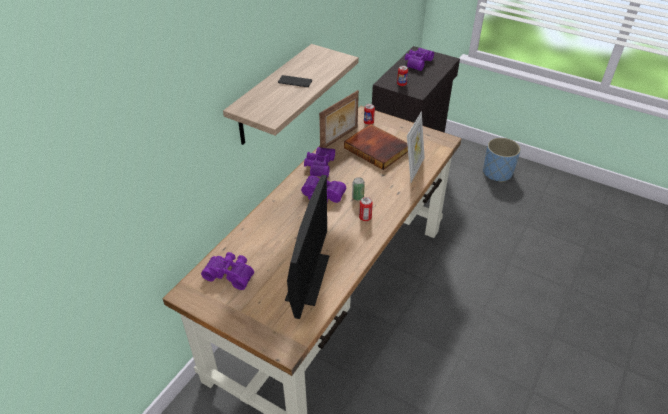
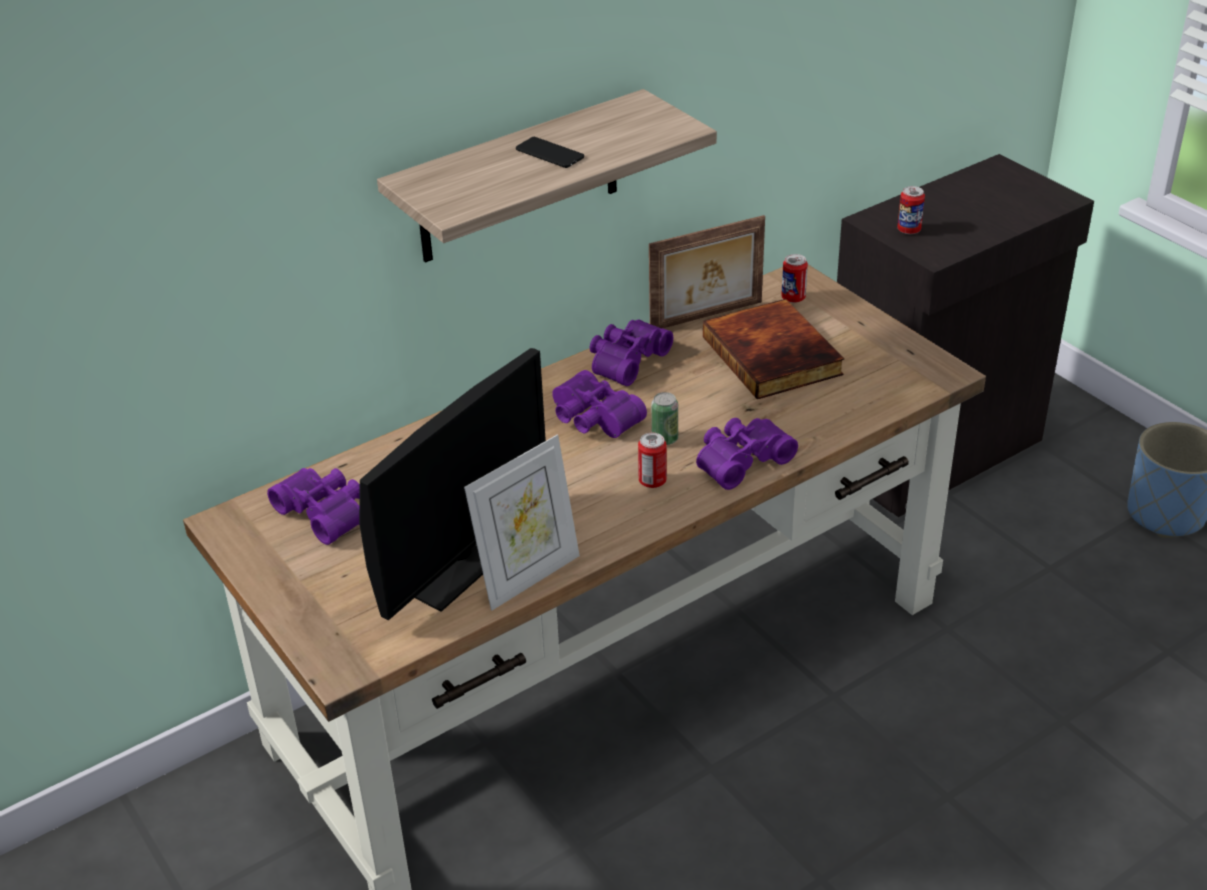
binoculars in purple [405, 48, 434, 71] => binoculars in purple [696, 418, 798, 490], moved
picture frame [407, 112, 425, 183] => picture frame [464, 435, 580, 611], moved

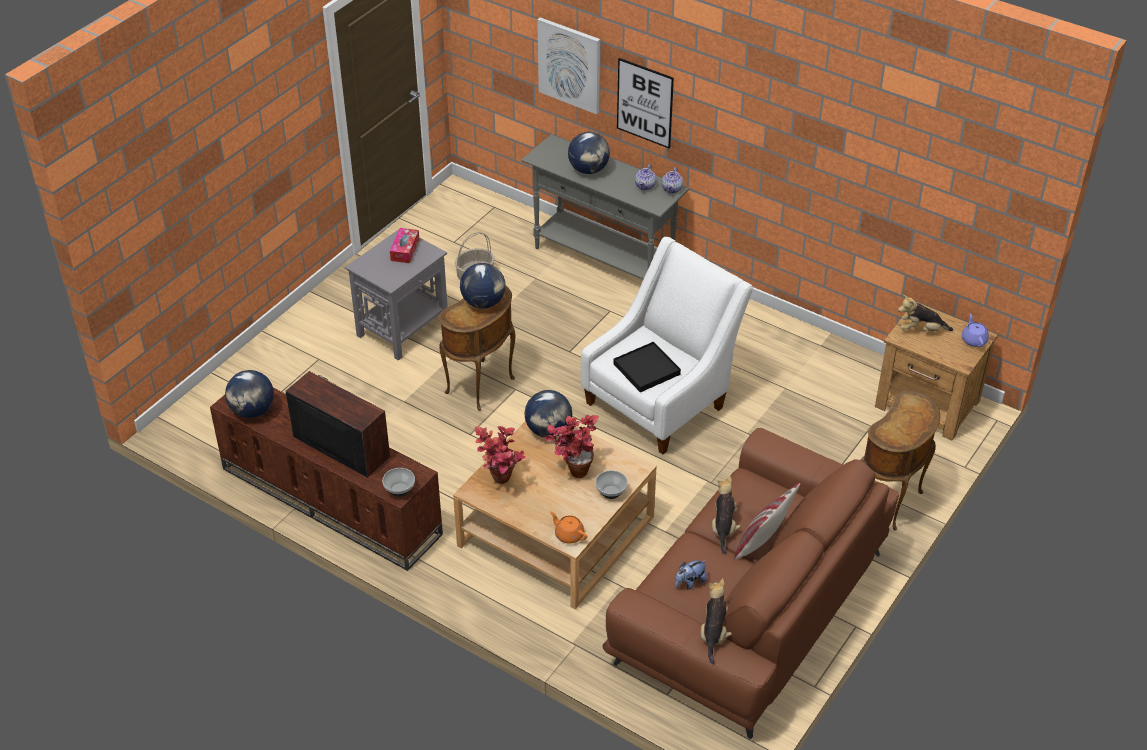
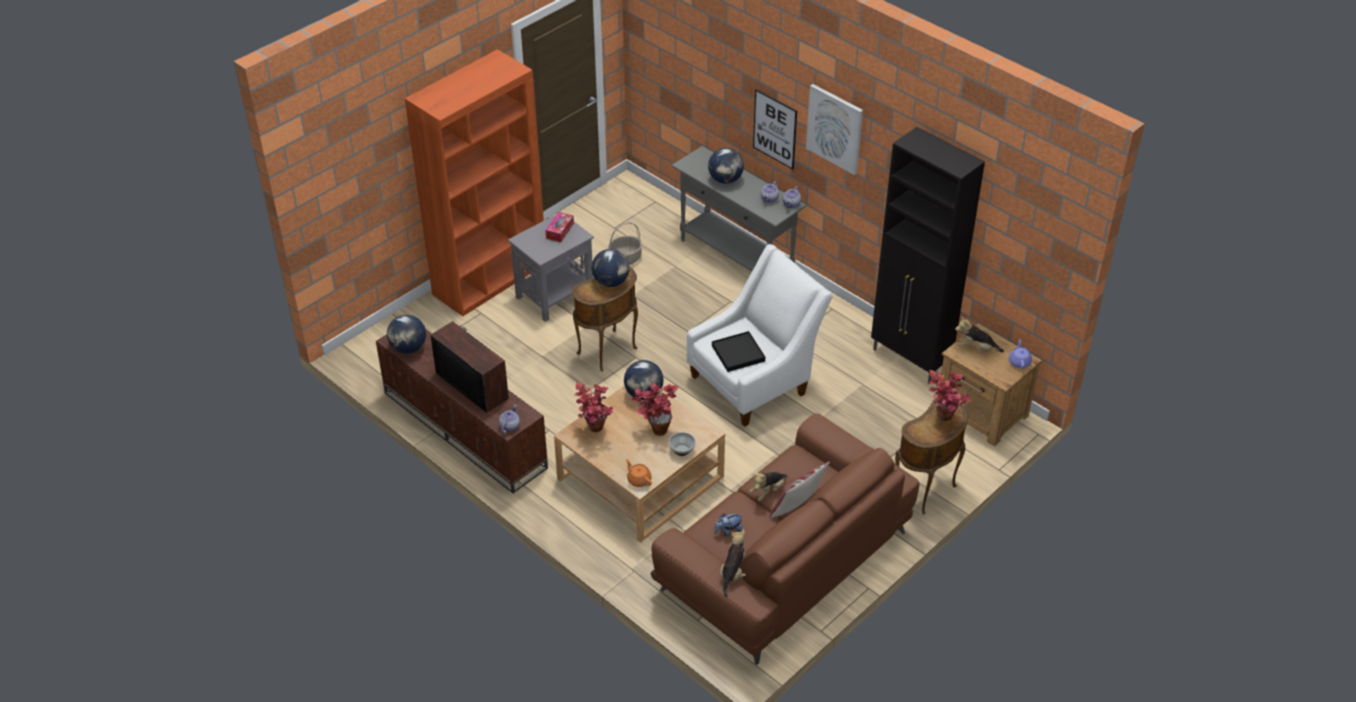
bowl [382, 468, 415, 497] => teapot [499, 405, 520, 434]
picture [537, 17, 600, 114] => picture [806, 84, 863, 175], moved
plush toy [712, 476, 741, 555] => plush toy [749, 471, 787, 501], 150 degrees counterclockwise
nothing => bookcase in orange [405, 49, 544, 316]
nothing => cabinet in black [871, 127, 985, 384]
nothing => potted plant [929, 370, 971, 421]

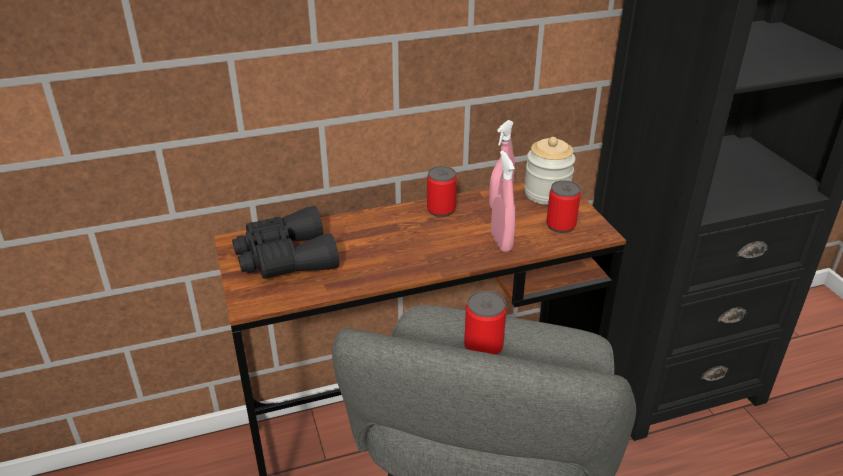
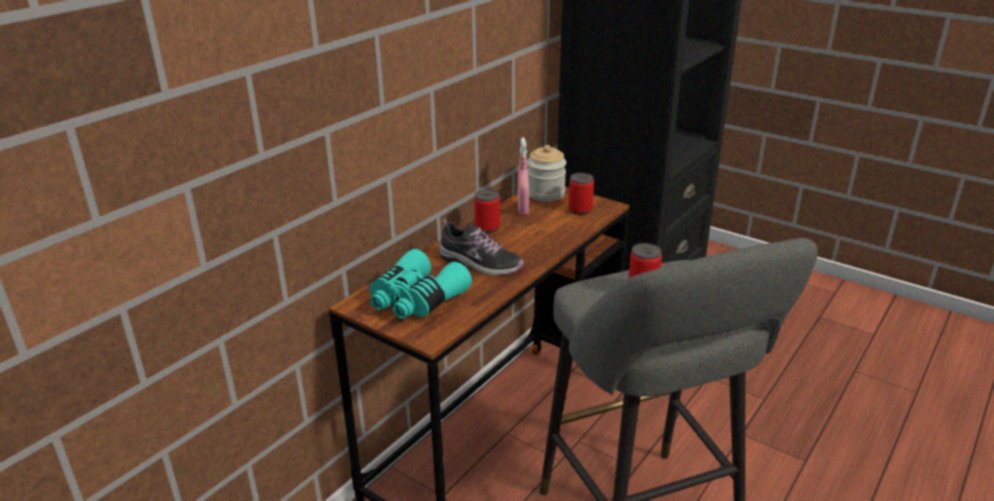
binoculars in black [232, 206, 339, 279] => binoculars in turquoise [369, 249, 472, 319]
spray bottle in pink [491, 150, 516, 252] => nothing
nothing => shoe [438, 219, 524, 276]

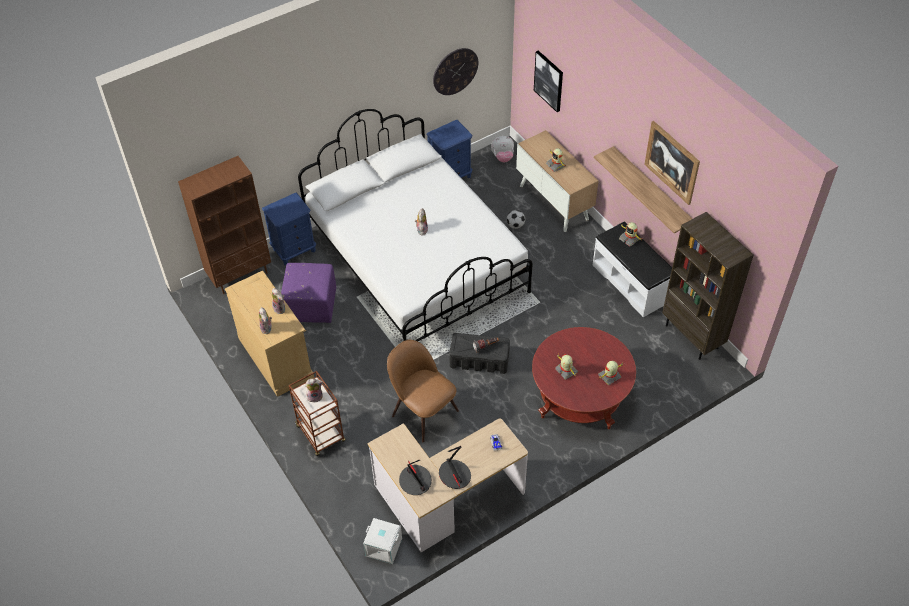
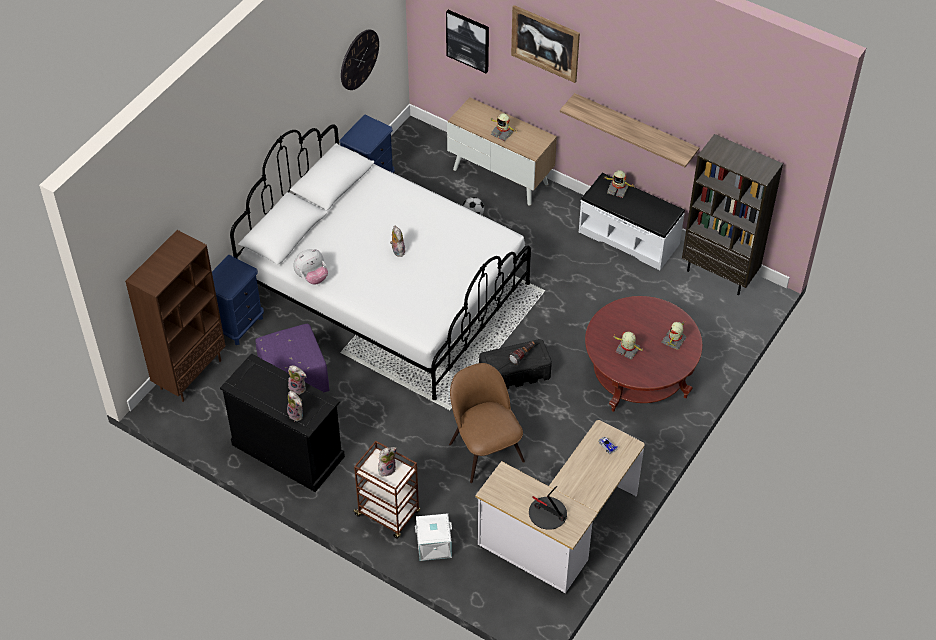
dresser in beige [225, 271, 314, 397] => dresser in black [220, 353, 345, 492]
storage box in white [363, 518, 402, 564] => storage box in white [415, 513, 452, 561], moved
chair in brown [387, 340, 459, 442] => chair in brown [449, 363, 525, 483], 45 degrees clockwise
table lamp [439, 446, 471, 489] => nothing
plush toy [491, 136, 514, 162] => plush toy [293, 249, 328, 284], moved
picture [644, 121, 700, 205] => picture [511, 5, 580, 83], moved

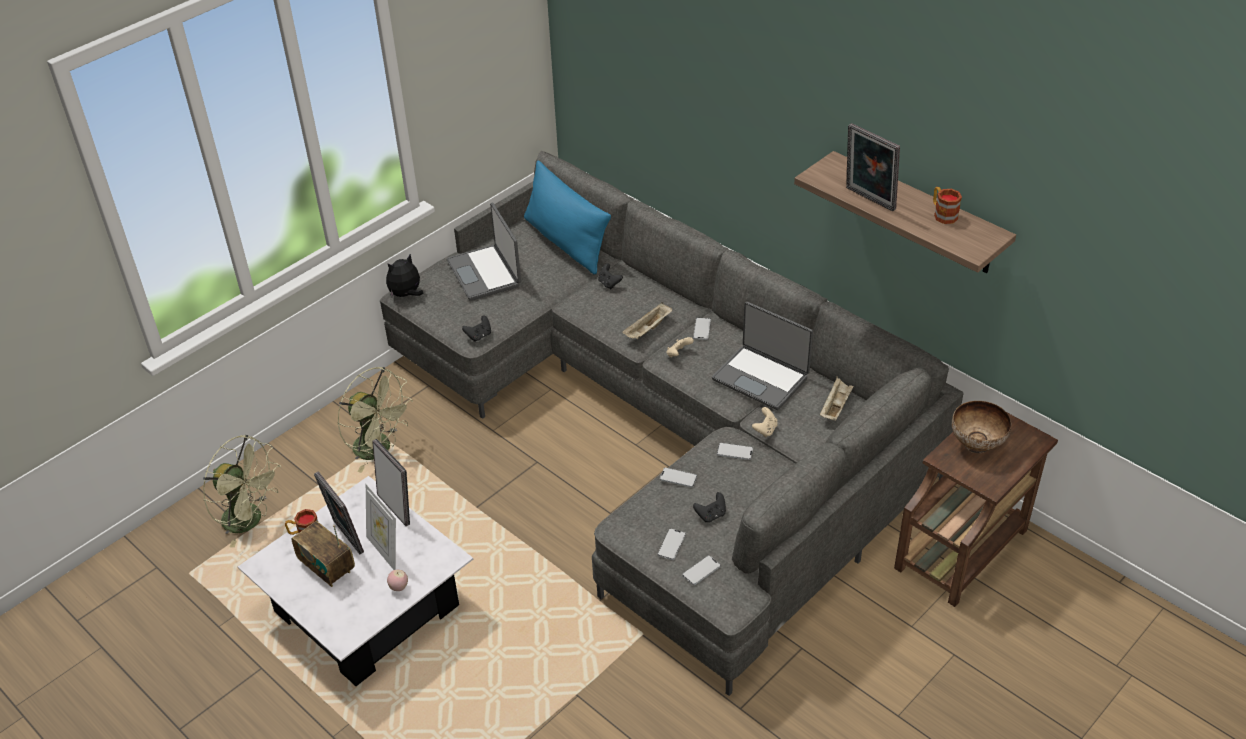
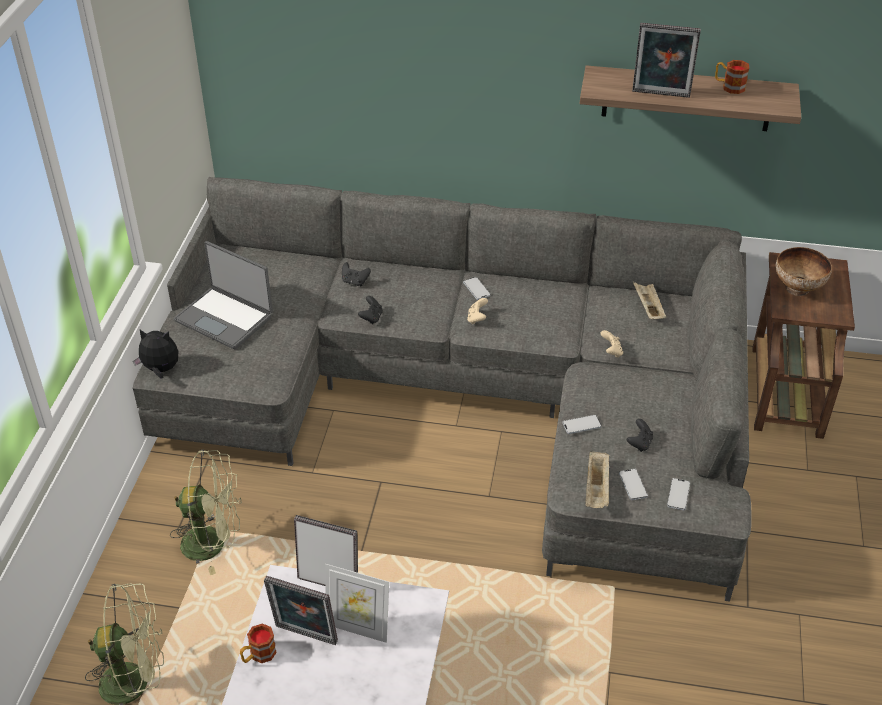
radio [291, 521, 355, 587] => nothing
plush toy [386, 254, 423, 297] => plush toy [133, 330, 178, 379], 75 degrees clockwise
apple [387, 570, 408, 591] => nothing
game controller in black [462, 315, 491, 342] => game controller in black [358, 296, 383, 324], moved
pillow in blue [524, 161, 611, 274] => nothing
tray in beige [622, 302, 672, 339] => tray in beige [585, 450, 609, 508], moved
laptop [712, 302, 813, 410] => nothing
phone [717, 443, 753, 460] => nothing

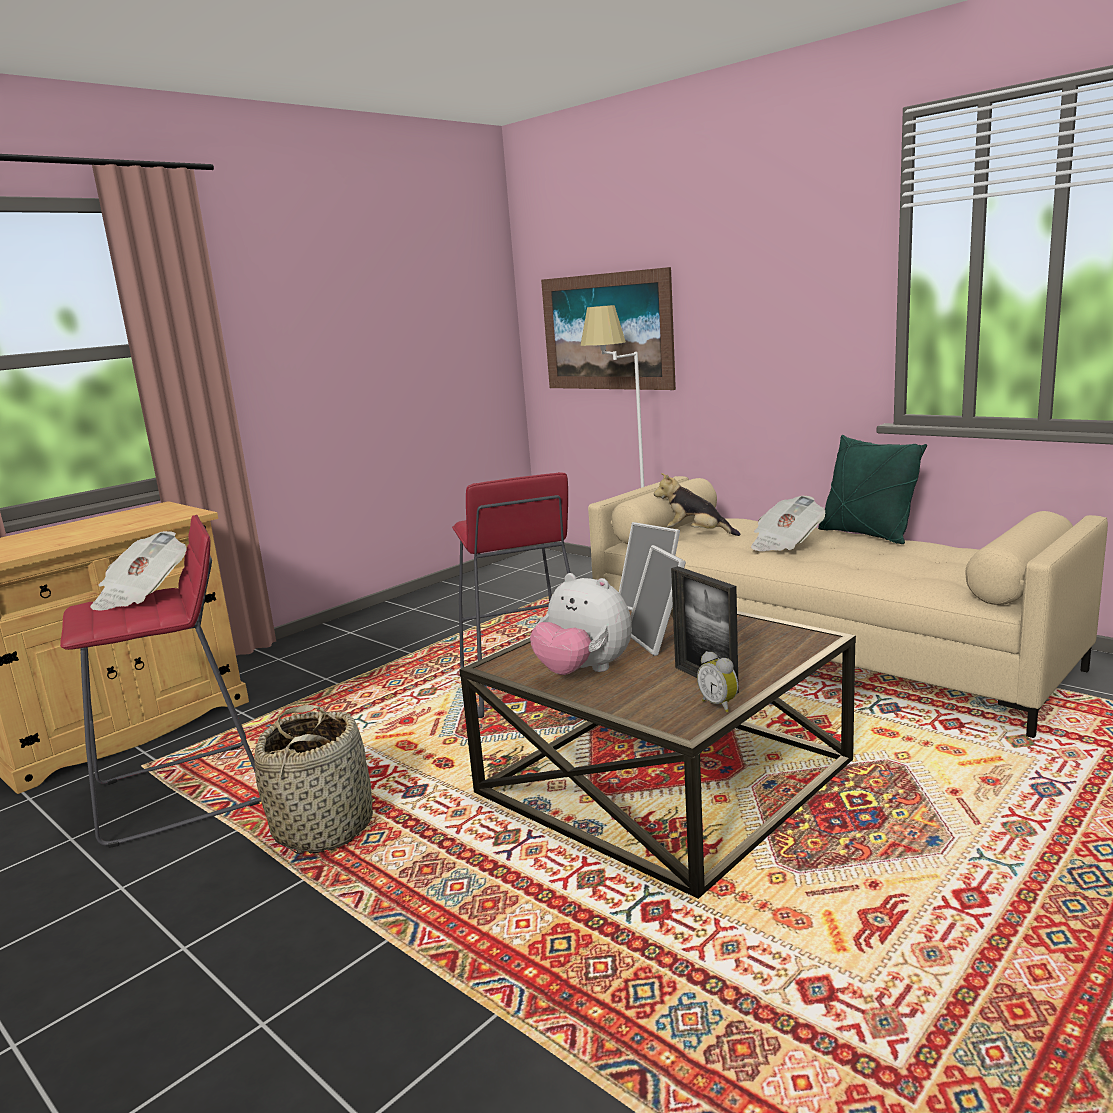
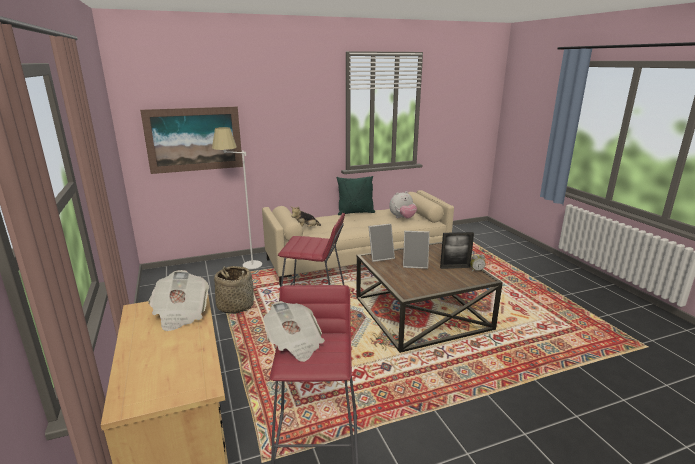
basket [254, 705, 373, 854] => basket [214, 266, 254, 314], moved
plush toy [530, 573, 632, 675] => plush toy [389, 191, 417, 218], moved
newspaper [751, 495, 825, 551] => newspaper [148, 270, 209, 331], moved

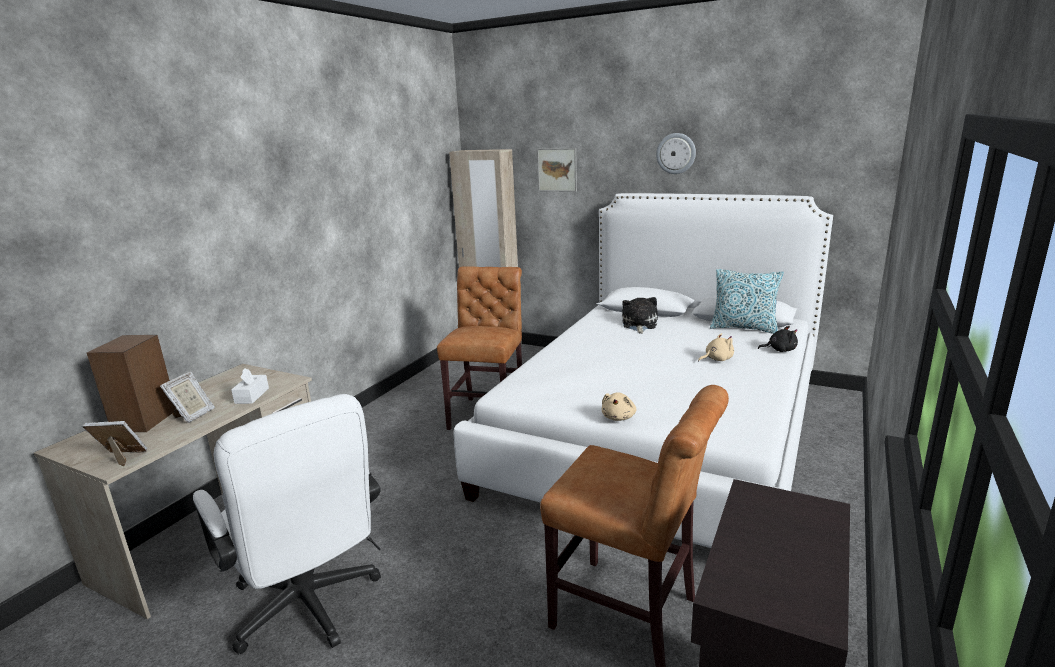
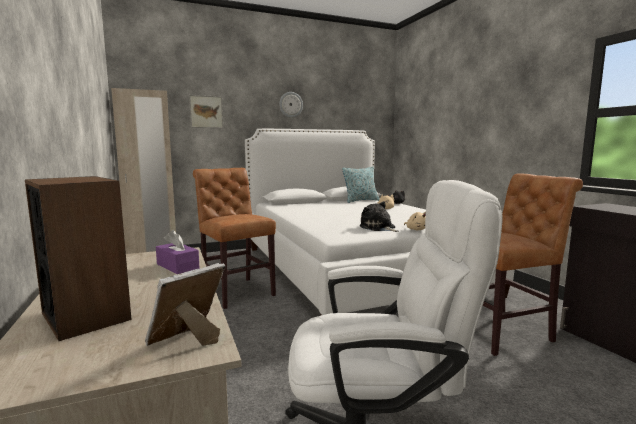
picture frame [160, 372, 215, 423] => nothing
tissue box in white [231, 368, 269, 404] => tissue box in purple [156, 230, 199, 274]
plush toy [622, 297, 658, 334] => plush toy [360, 201, 399, 232], moved

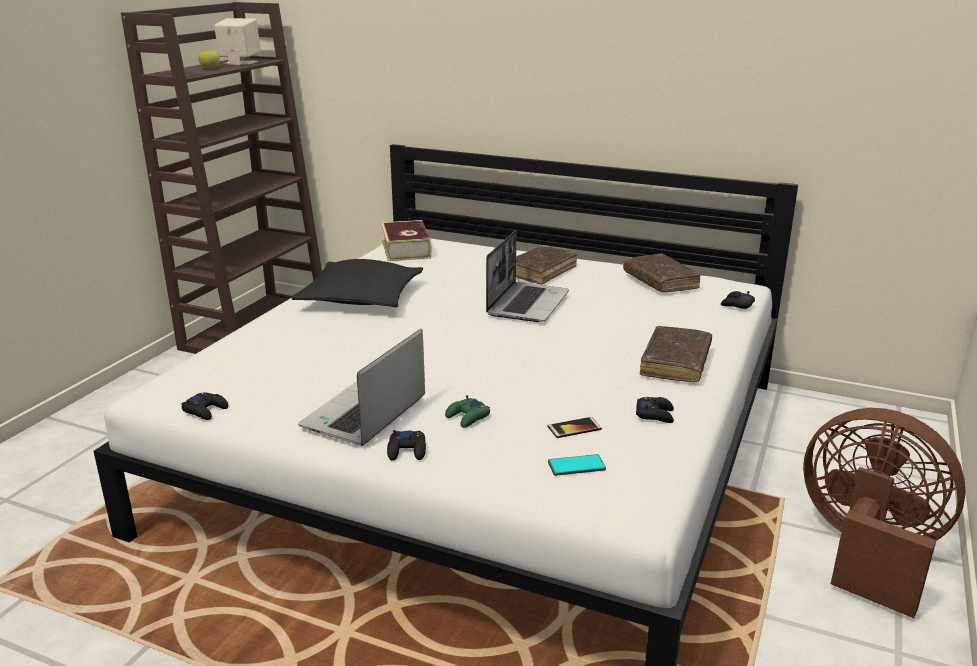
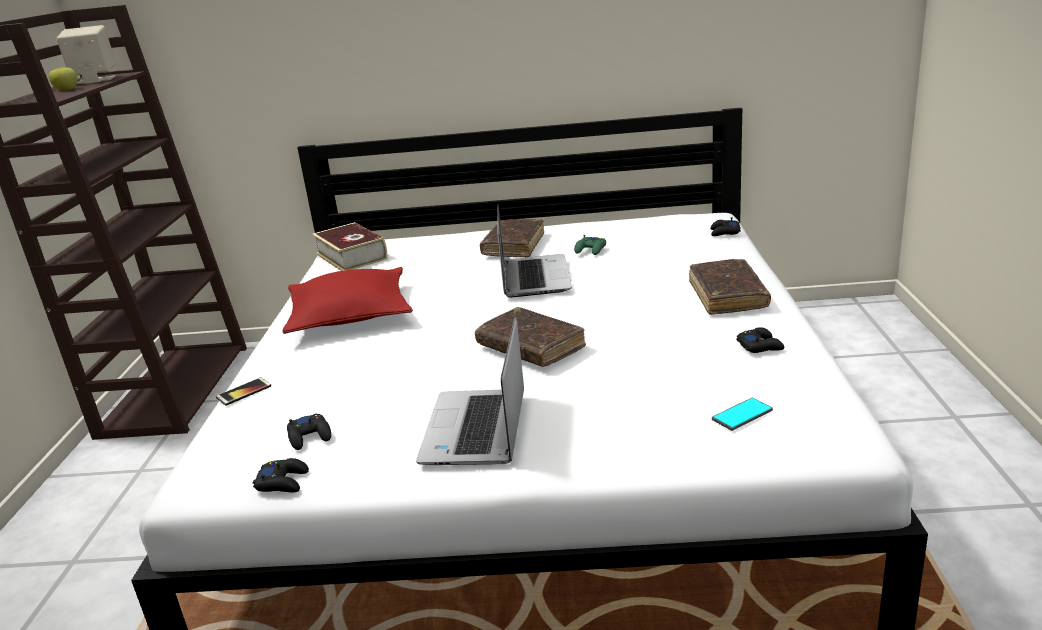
pillow in black [292, 259, 423, 307] => pillow in red [282, 267, 413, 334]
game controller in black [387, 430, 426, 461] => game controller in black [287, 414, 331, 450], moved
game controller in green [445, 395, 490, 428] => game controller in green [574, 235, 606, 255], moved
phone [548, 417, 602, 438] => phone [216, 378, 271, 406], moved
book in brown [623, 253, 700, 292] => book in brown [475, 307, 586, 367], moved
fan in brown [803, 408, 966, 618] => nothing

